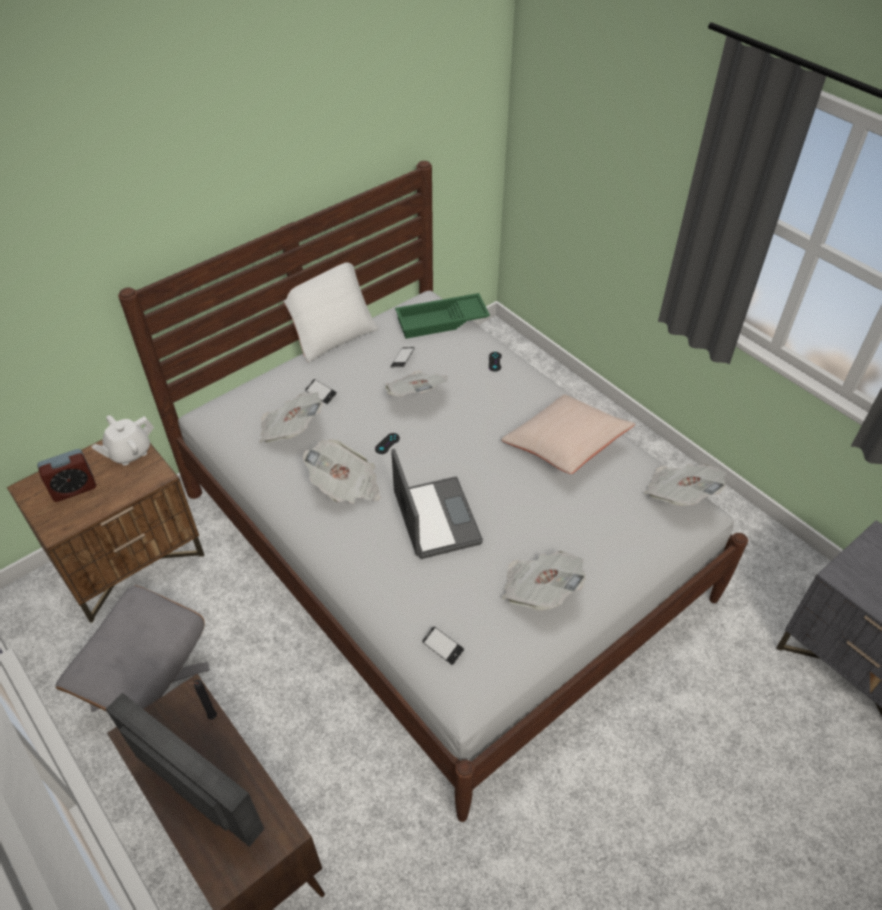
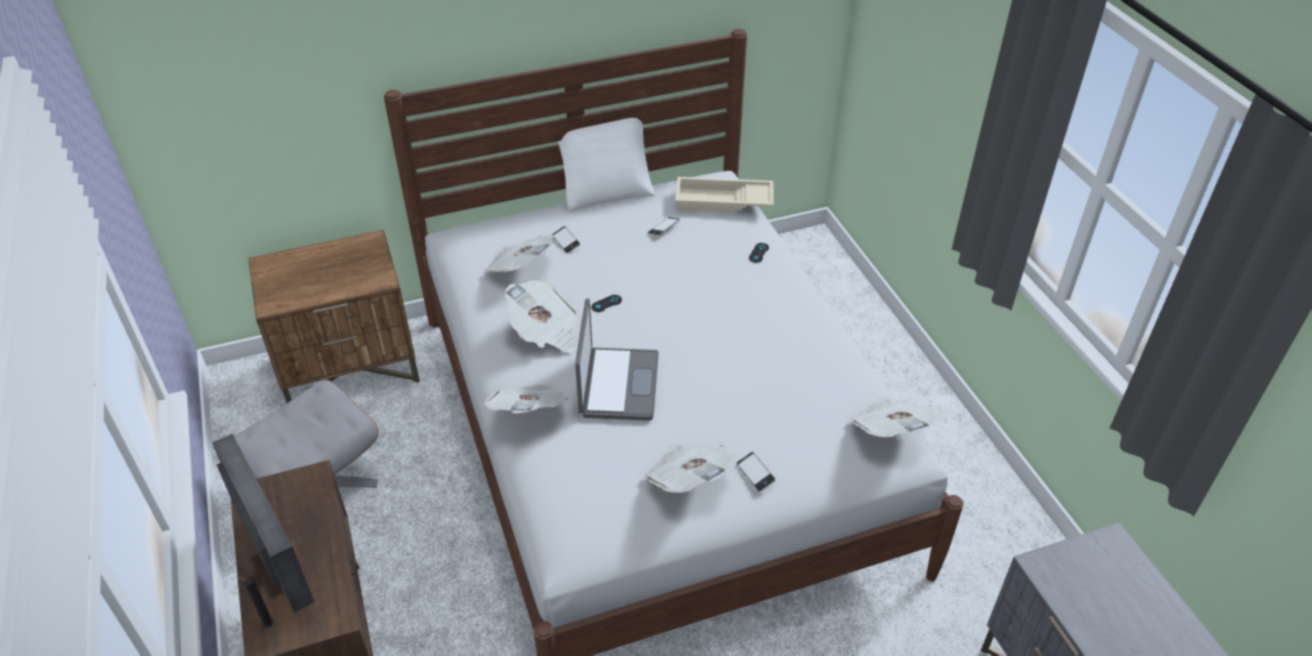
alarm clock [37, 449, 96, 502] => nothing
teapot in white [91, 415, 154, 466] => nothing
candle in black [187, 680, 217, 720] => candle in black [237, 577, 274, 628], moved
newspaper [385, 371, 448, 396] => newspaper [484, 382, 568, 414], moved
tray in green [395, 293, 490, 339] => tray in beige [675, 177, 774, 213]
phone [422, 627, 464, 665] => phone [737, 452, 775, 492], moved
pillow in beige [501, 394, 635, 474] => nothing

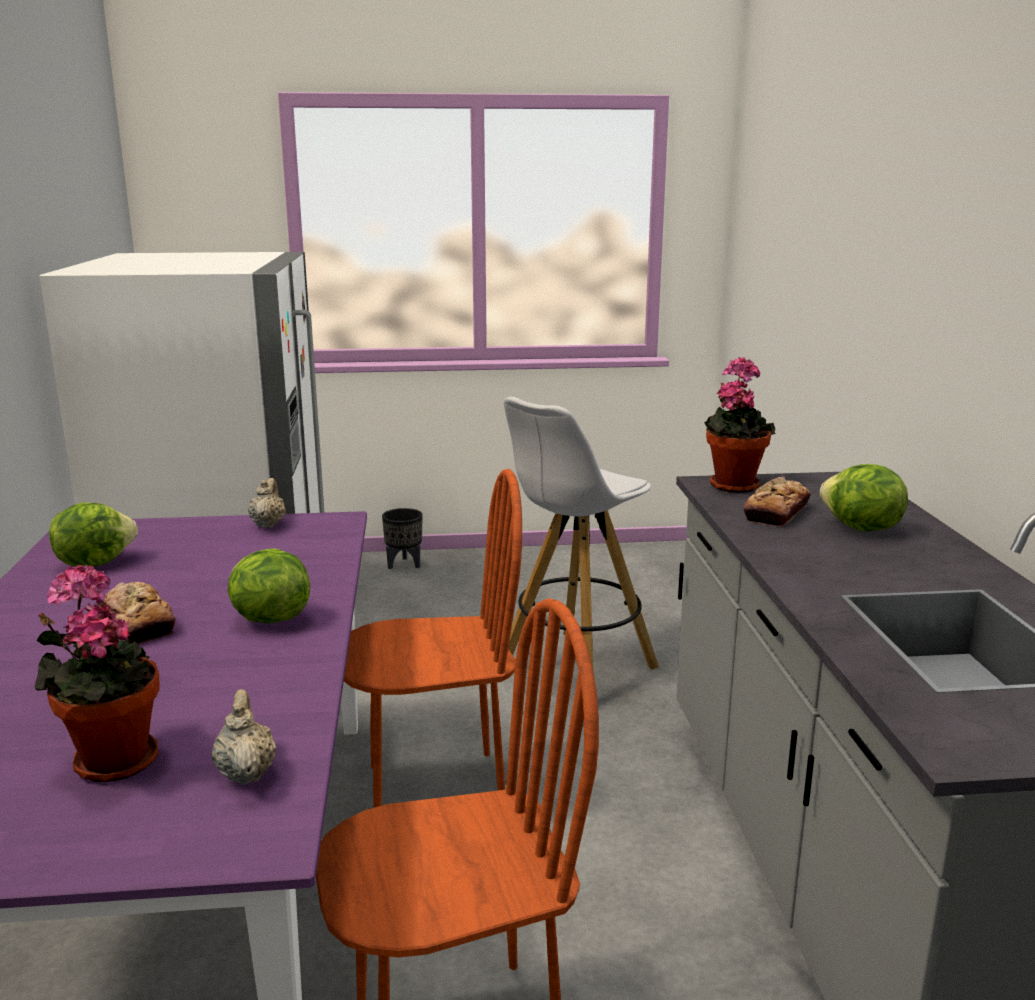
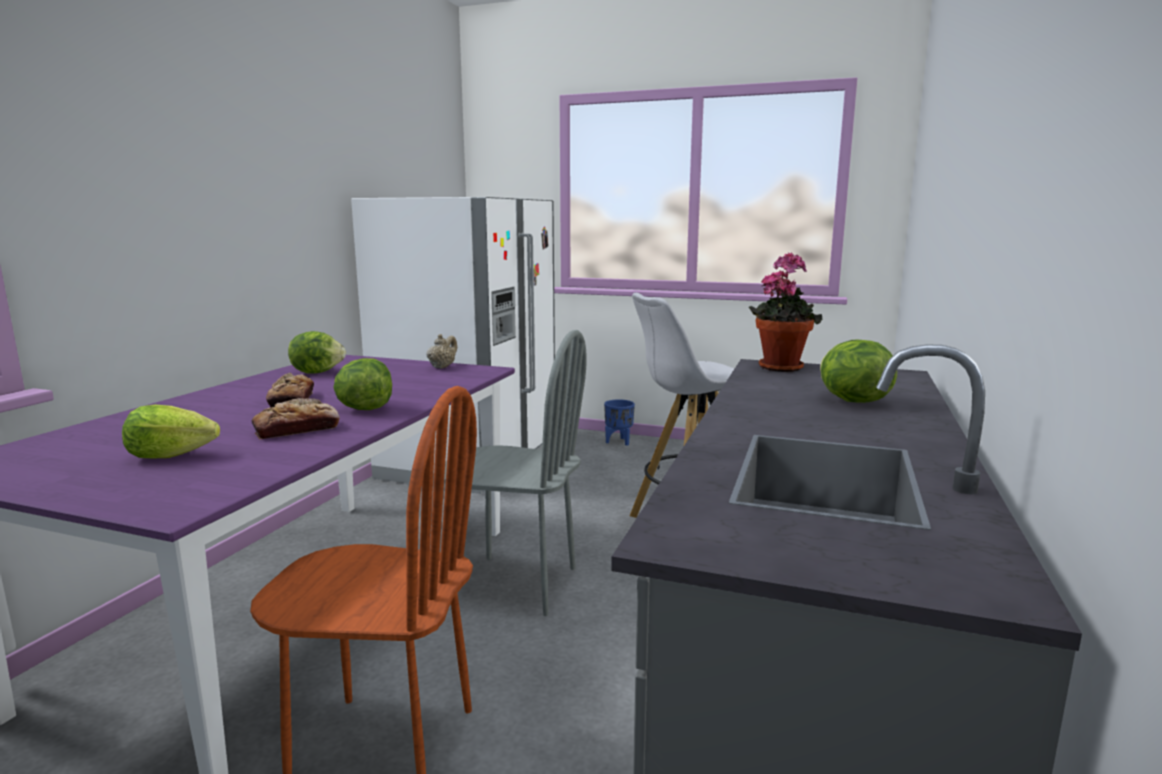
potted plant [34, 565, 160, 782] => lettuce [122, 404, 220, 458]
teapot in beige [212, 689, 276, 785] => nothing
chair in brown [344, 469, 522, 808] => chair in grey [444, 330, 587, 616]
planter in black [382, 508, 423, 569] => planter in blue [604, 399, 635, 446]
bread [744, 476, 811, 527] => bread [251, 398, 340, 439], moved

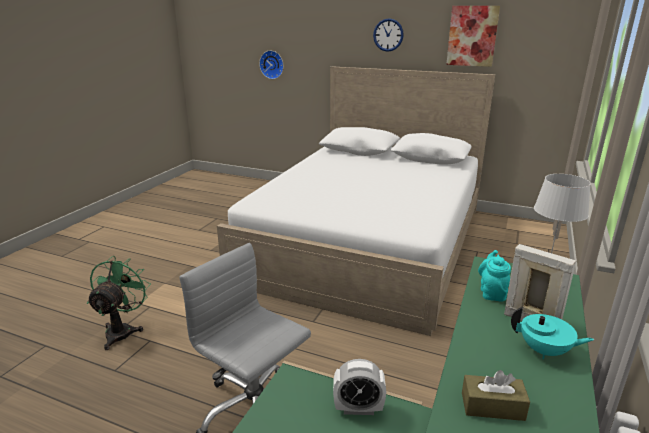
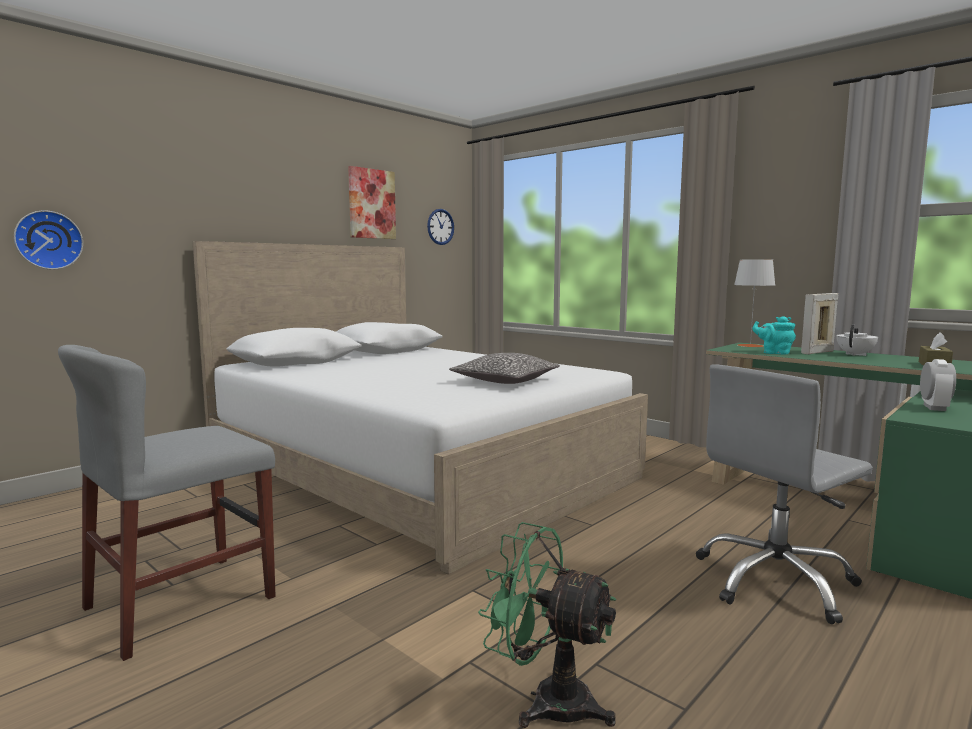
wall clock [373, 18, 404, 52] => wall clock [427, 209, 454, 245], moved
teapot in turquoise [511, 307, 594, 359] => teapot in white [836, 325, 878, 356]
nothing => chair in grey [58, 345, 276, 661]
nothing => pillow [449, 353, 560, 384]

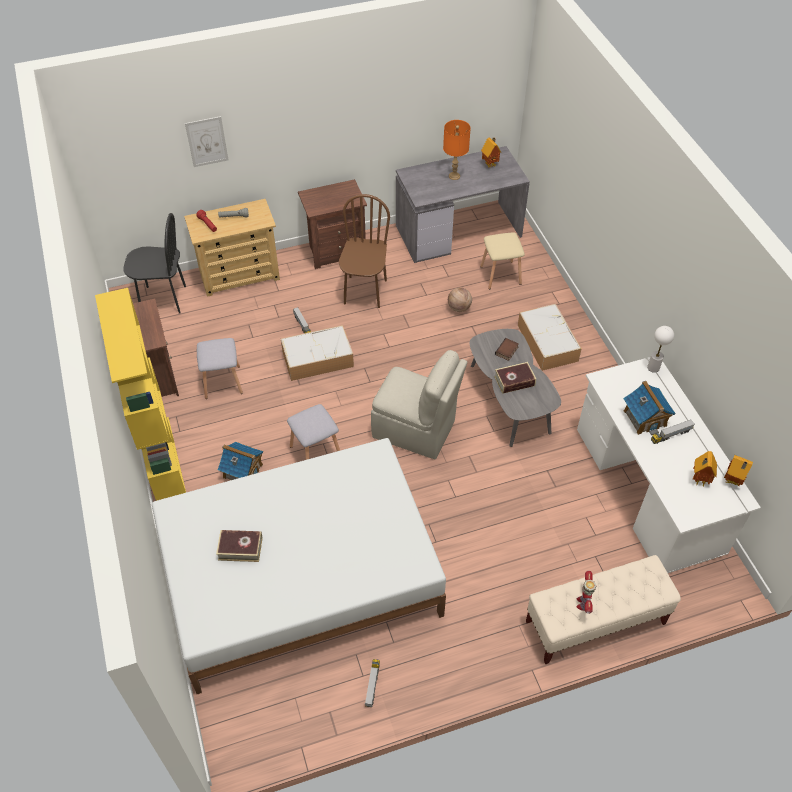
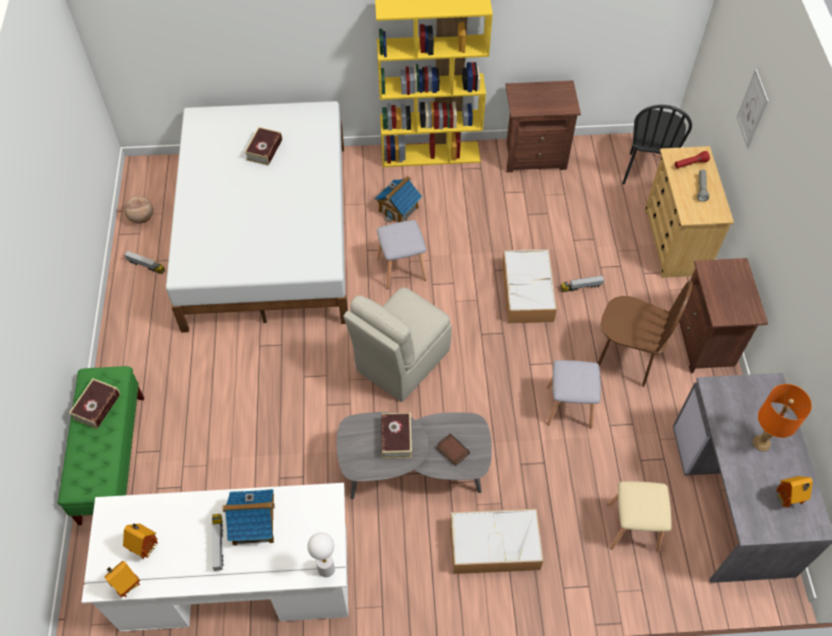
stool in grey [197, 338, 243, 399] => stool in grey [547, 360, 601, 428], moved
basketball [448, 287, 472, 312] => basketball [124, 196, 153, 224], moved
bench in beige [526, 555, 681, 664] => bench in green [58, 366, 144, 525]
toy robot [576, 571, 596, 614] => book [69, 378, 120, 429]

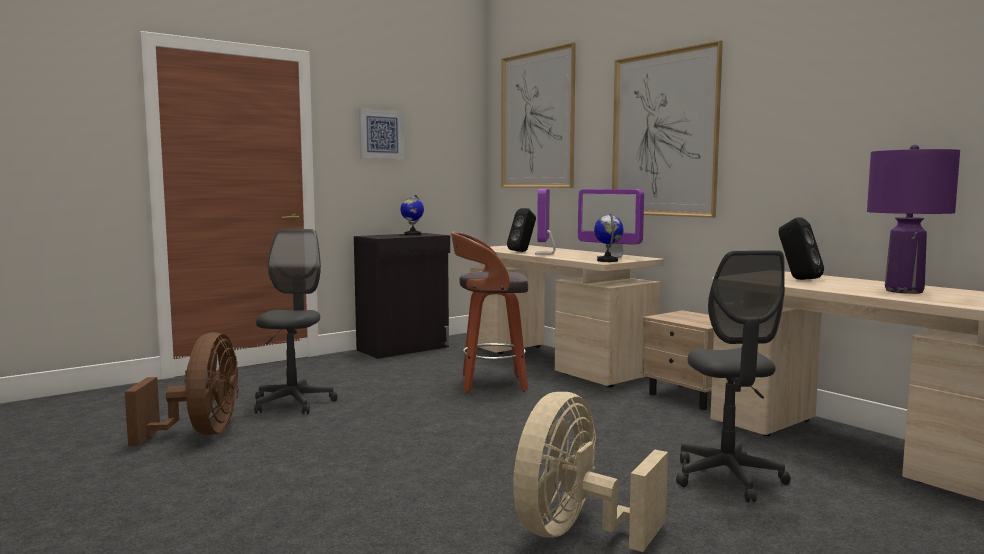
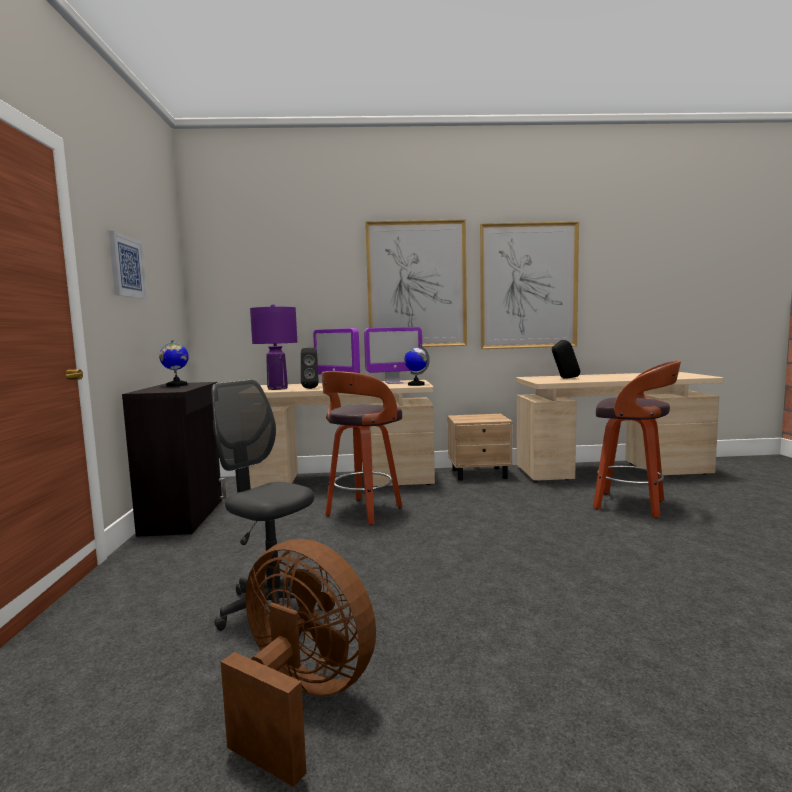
picture [501, 42, 576, 188] => picture [480, 222, 579, 349], moved
fan in beige [513, 392, 668, 552] => nothing
office chair in grey [676, 250, 791, 502] => stool [593, 360, 681, 518]
table lamp in purple [867, 145, 960, 294] => table lamp in purple [250, 304, 297, 390], moved

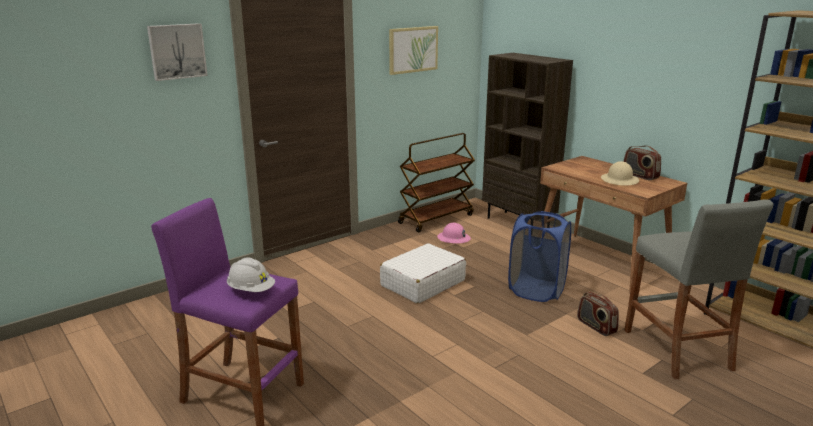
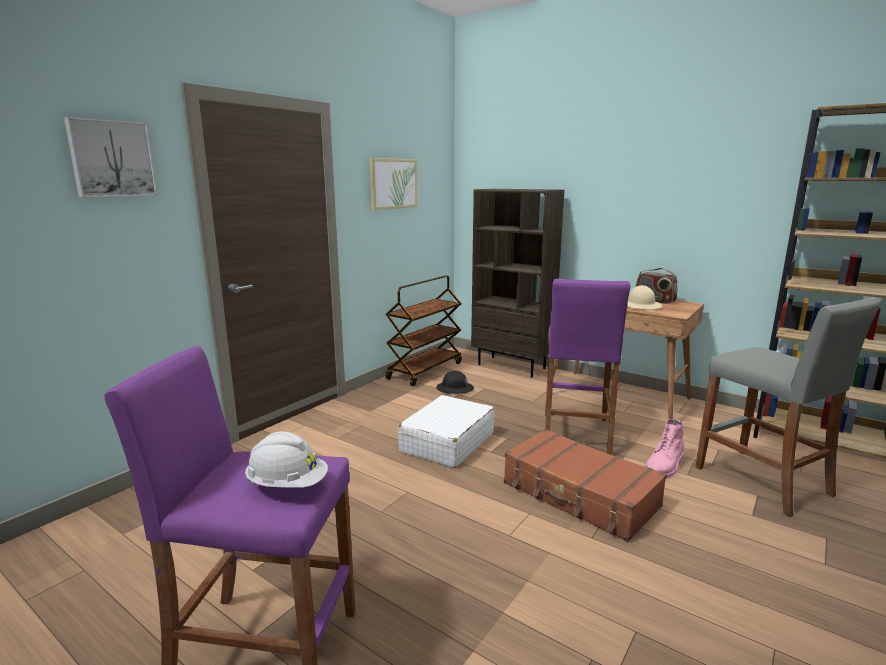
hard hat in pink [437, 223, 471, 244] => hard hat in black [436, 371, 474, 394]
laundry basket in blue [508, 211, 571, 302] => stool in purple [545, 279, 630, 455]
radio [577, 292, 619, 336] => boot in pink [645, 419, 684, 478]
nothing => suitcase in brown [504, 429, 667, 542]

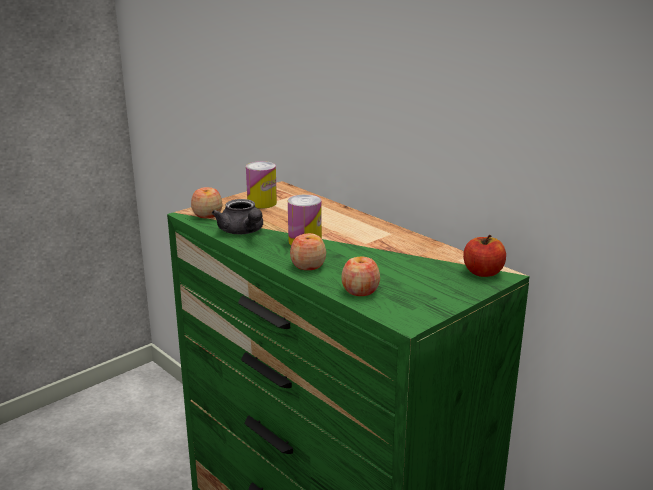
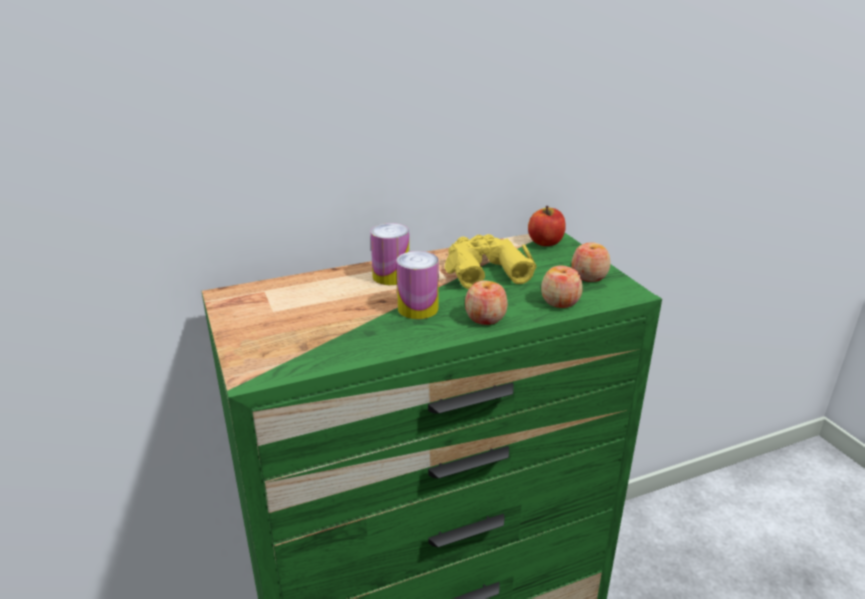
apple [191, 187, 222, 218] => apple [571, 242, 610, 282], moved
teapot in grey [212, 199, 263, 234] => nothing
can [246, 161, 277, 209] => can [371, 223, 409, 285], moved
nothing => binoculars in yellow [445, 234, 537, 289]

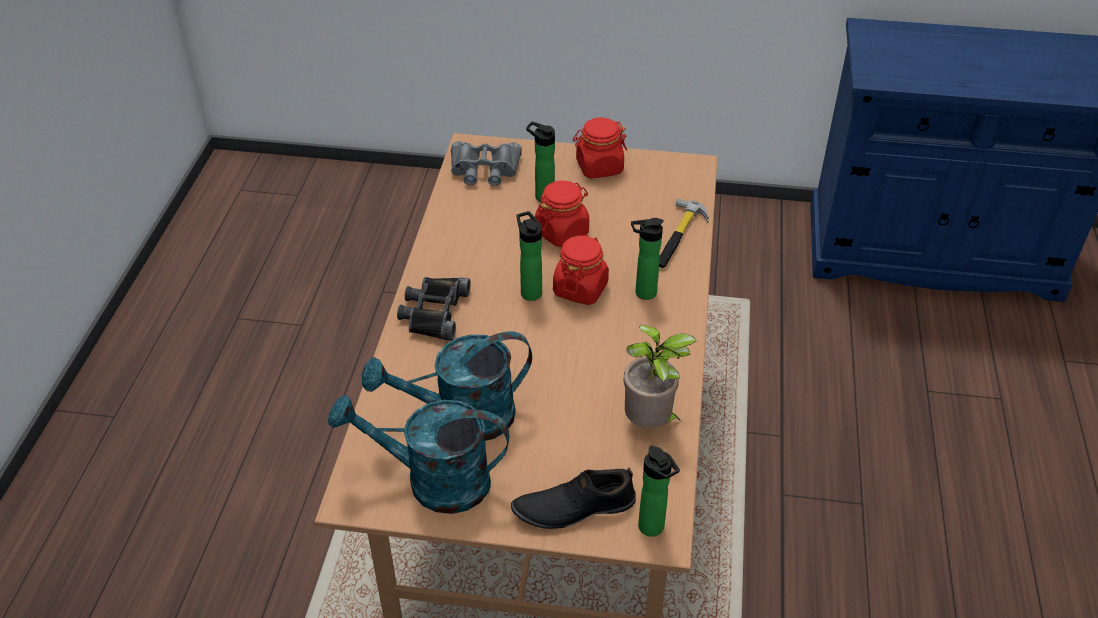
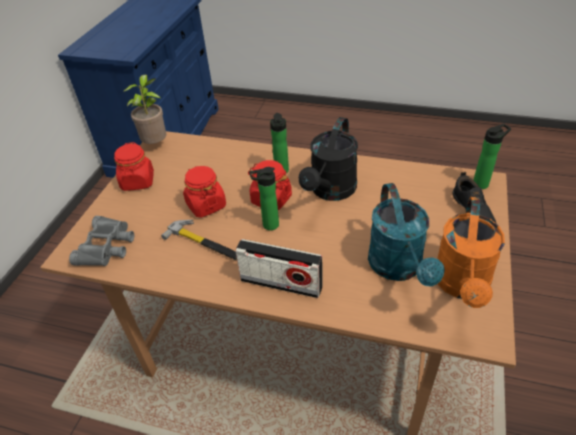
watering can in turquoise [328, 394, 509, 514] => watering can in orange [437, 197, 505, 308]
binoculars in black [397, 277, 471, 341] => radio [235, 239, 322, 298]
bottle [526, 122, 555, 203] => nothing
potted plant [623, 325, 697, 428] => potted plant [124, 75, 166, 144], moved
hammer [659, 198, 709, 268] => hammer [161, 220, 237, 260], moved
nothing => watering can in black [298, 117, 358, 201]

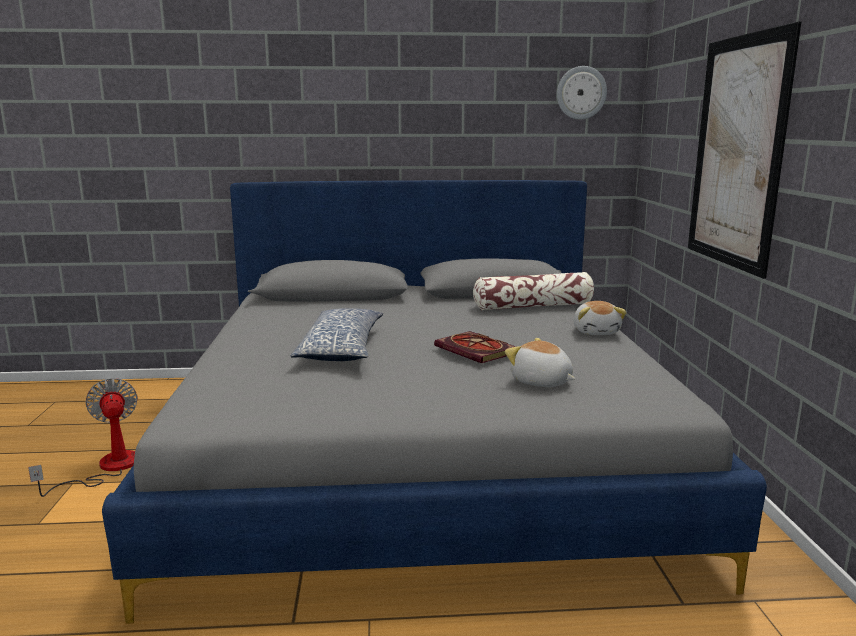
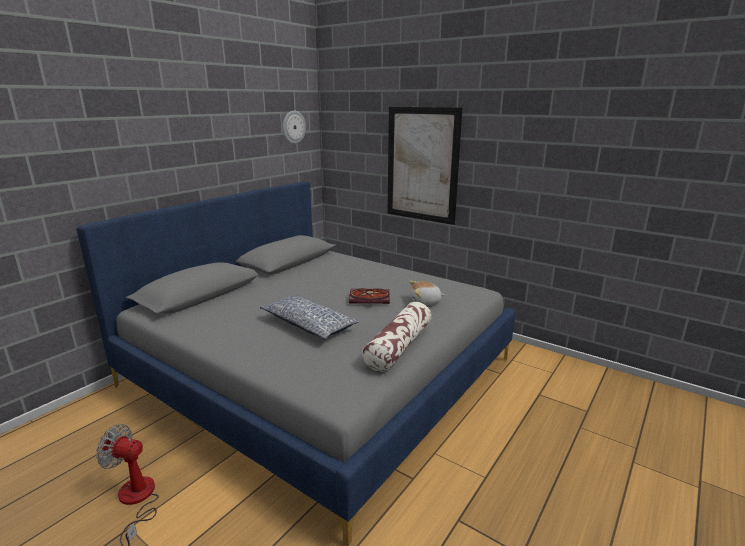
pillow [473, 272, 594, 310] => pillow [362, 302, 432, 372], moved
plush toy [573, 301, 627, 335] => nothing

